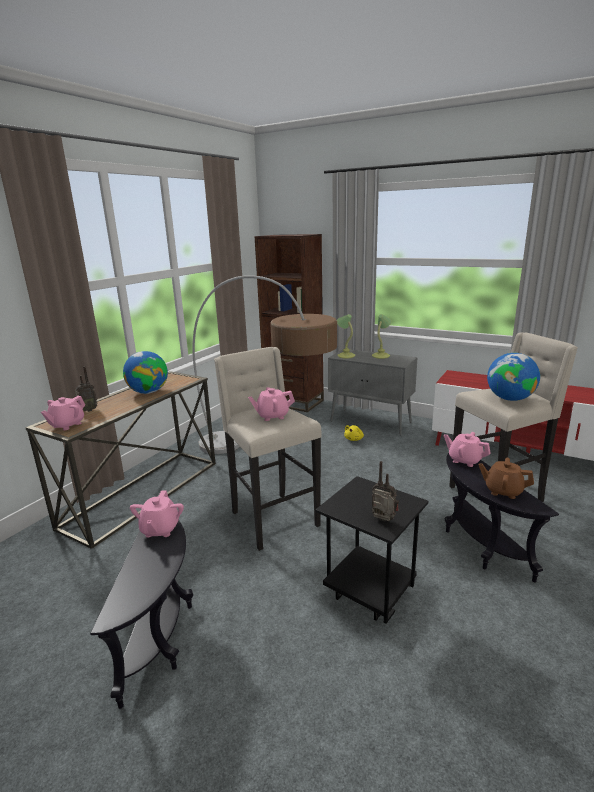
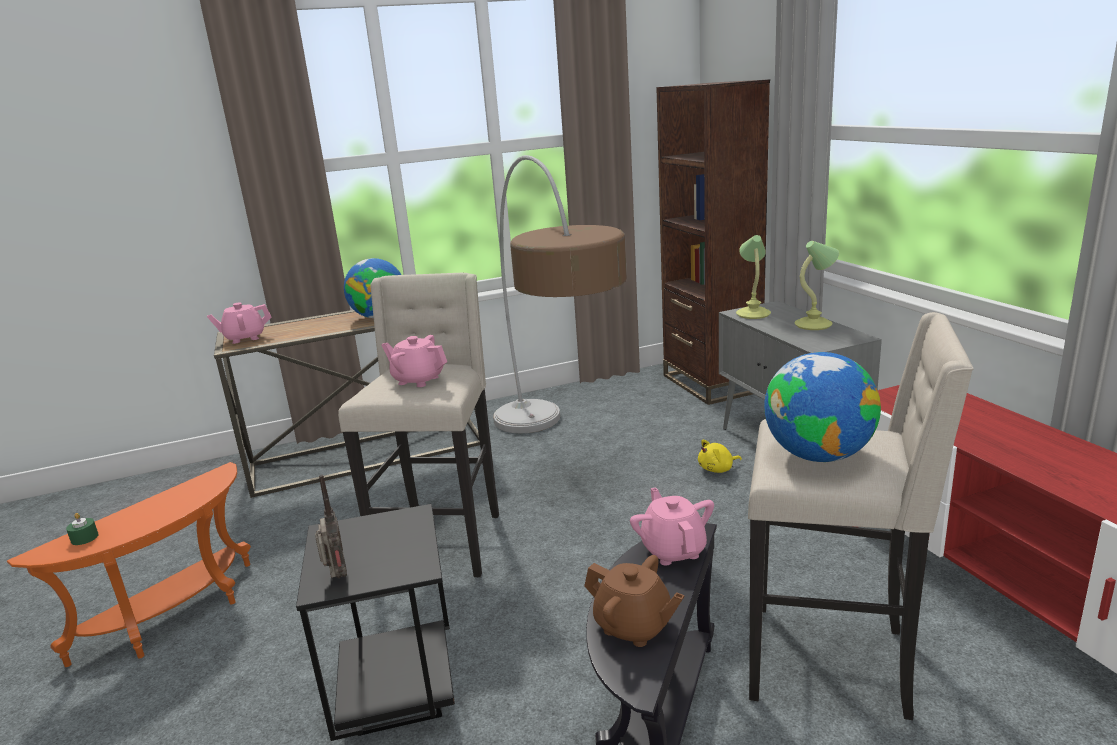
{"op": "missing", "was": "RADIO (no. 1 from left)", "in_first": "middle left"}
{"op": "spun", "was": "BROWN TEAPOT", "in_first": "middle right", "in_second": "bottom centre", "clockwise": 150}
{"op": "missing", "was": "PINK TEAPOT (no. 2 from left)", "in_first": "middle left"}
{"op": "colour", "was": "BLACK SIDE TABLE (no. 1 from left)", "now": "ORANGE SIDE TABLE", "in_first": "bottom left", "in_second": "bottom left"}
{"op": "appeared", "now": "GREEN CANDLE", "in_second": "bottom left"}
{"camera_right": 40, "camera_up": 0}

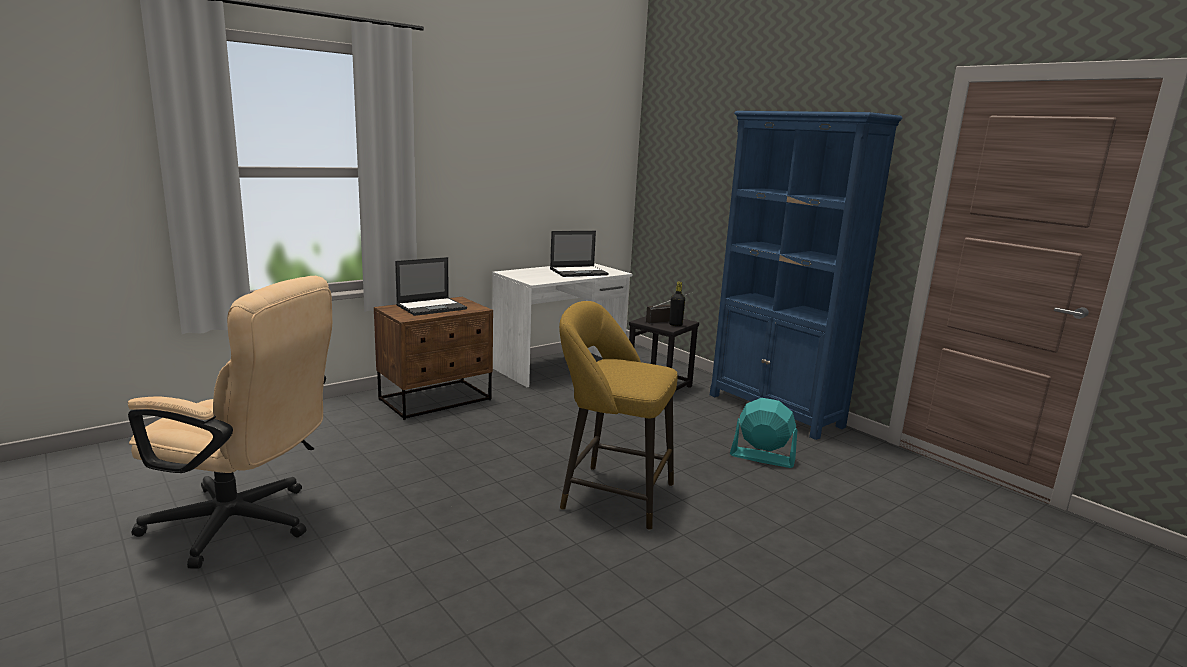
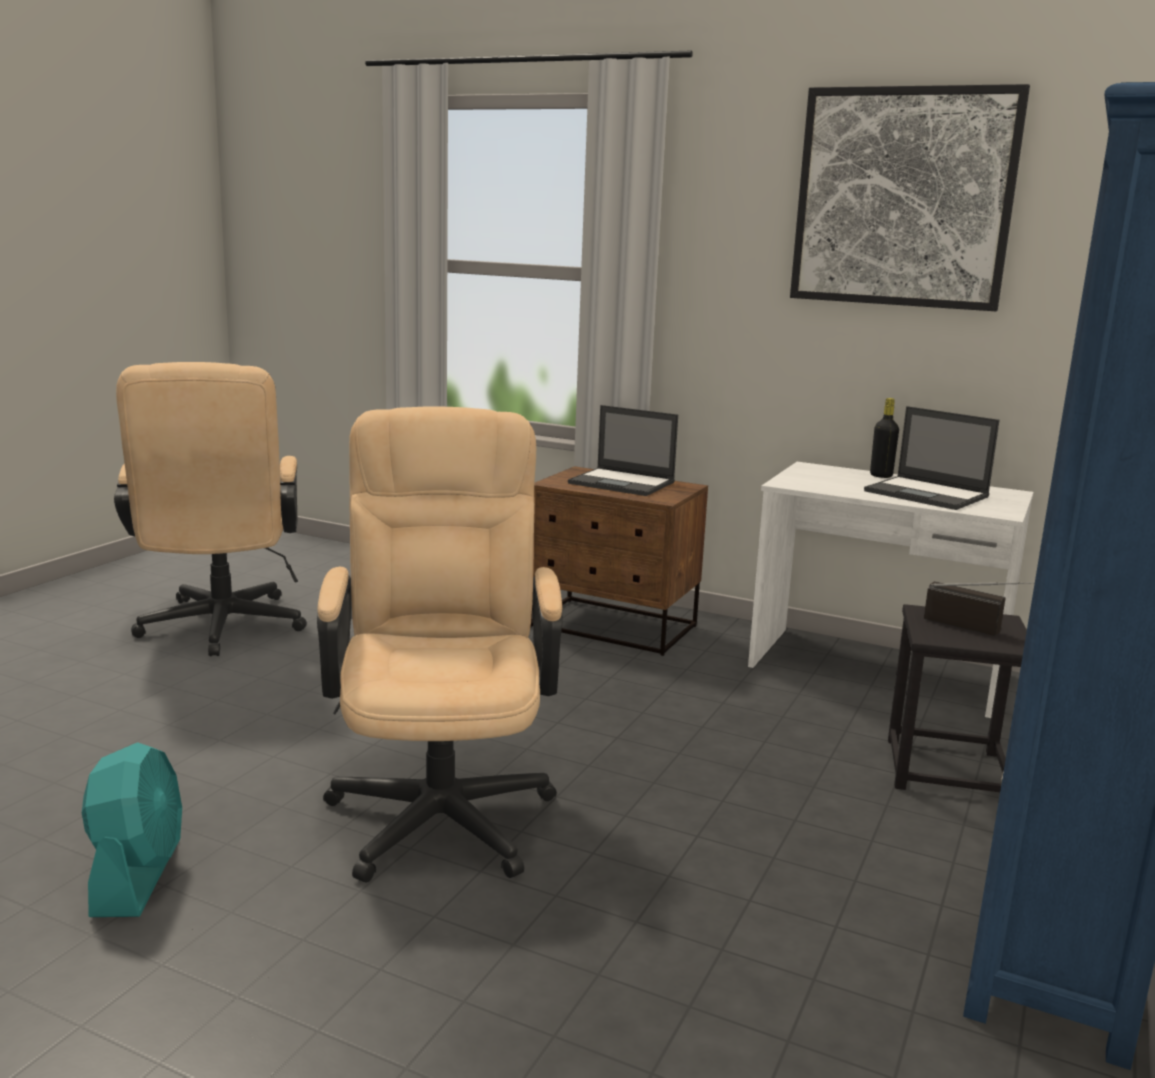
{"op": "relocated", "was": "BLACK BOTTLE", "in_first": "centre", "in_second": "middle right"}
{"op": "exchanged", "was": "YELLOW STOOL", "now": "BEIGE OFFICE CHAIR (no. 2 from left)", "in_first": "centre", "in_second": "centre"}
{"op": "relocated", "was": "TURQUOISE FAN", "in_first": "centre", "in_second": "bottom left"}
{"op": "appeared", "now": "PICTURE", "in_second": "top right"}
{"camera_right": 65, "camera_up": 0}

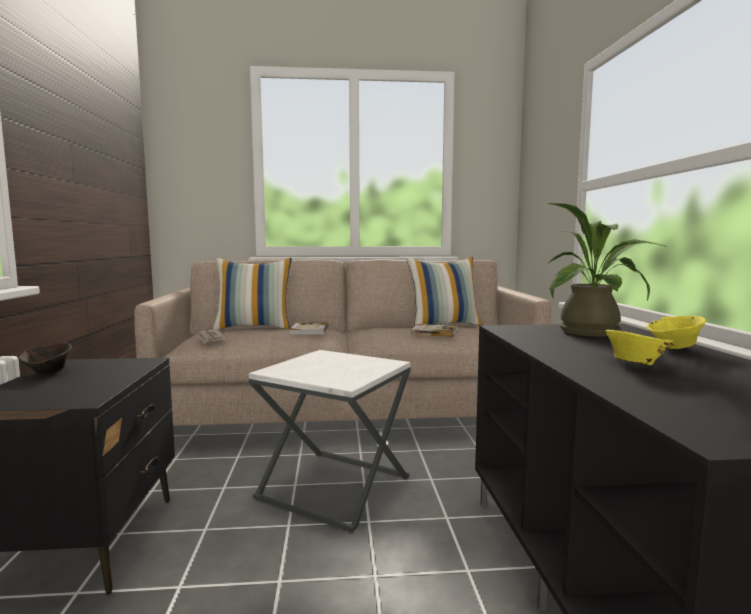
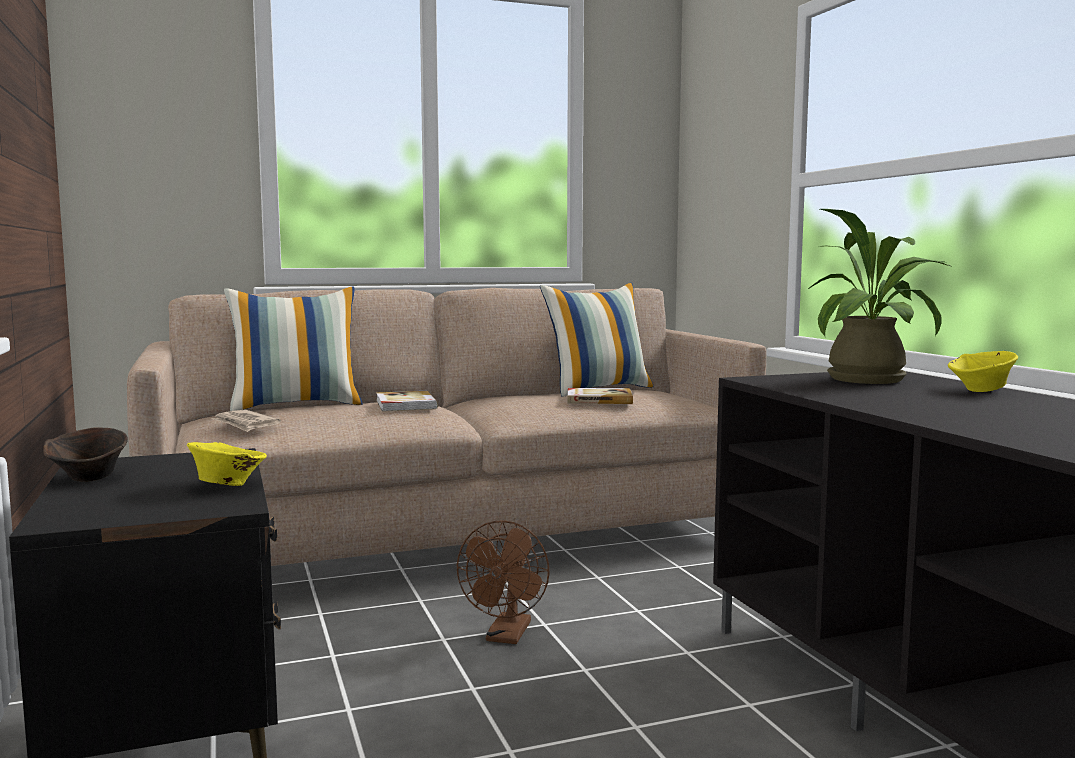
{"op": "relocated", "was": "YELLOW BOWL (no. 1 from left)", "in_first": "middle right", "in_second": "middle left"}
{"op": "exchanged", "was": "WHITE SIDE TABLE", "now": "BROWN FAN", "in_first": "bottom centre", "in_second": "bottom centre"}
{"camera_right": -15, "camera_up": 0}

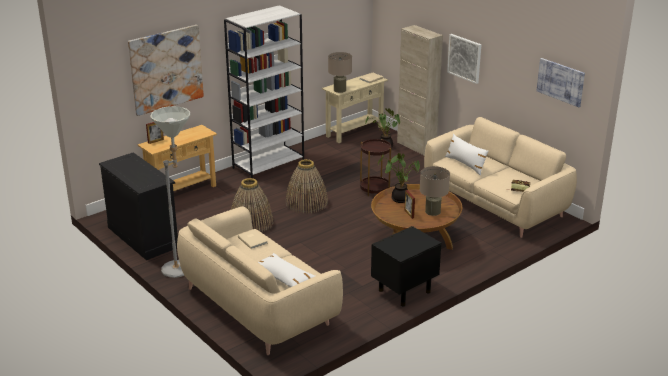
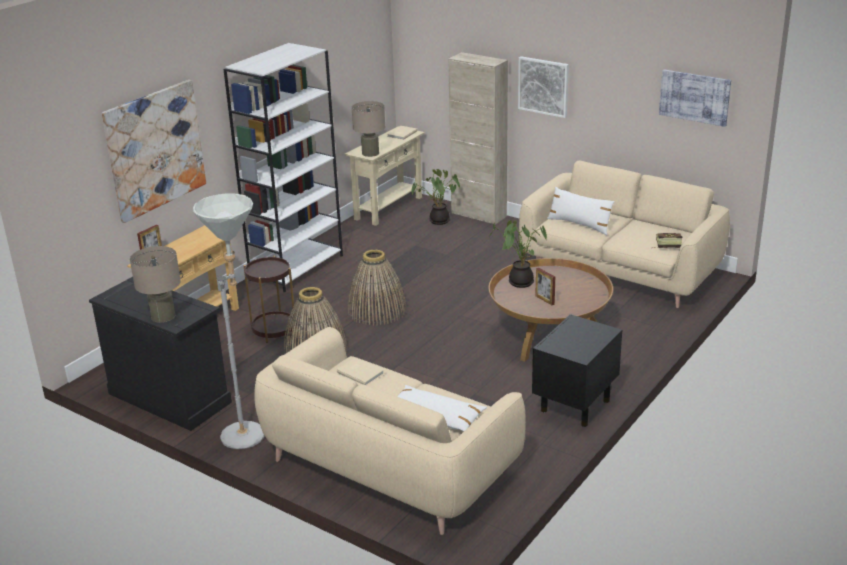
{"op": "relocated", "was": "BROWN SIDE TABLE", "in_first": "centre", "in_second": "middle left"}
{"op": "relocated", "was": "BEIGE TABLE LAMP (no. 2 from left in the first image)", "now": "BEIGE TABLE LAMP (no. 1 from left)", "in_first": "centre", "in_second": "middle left"}
{"camera_right": -15, "camera_up": 0}

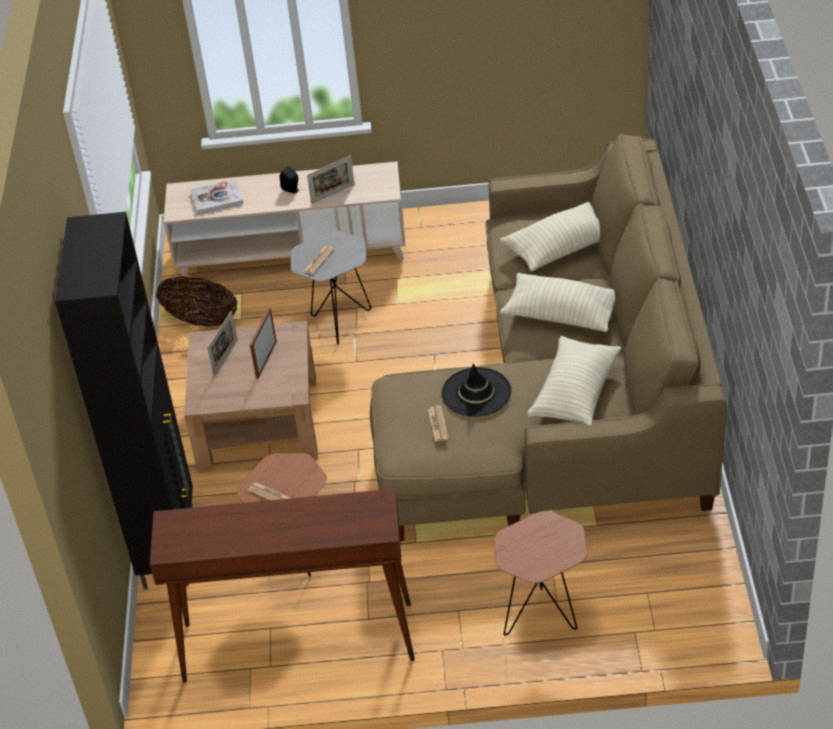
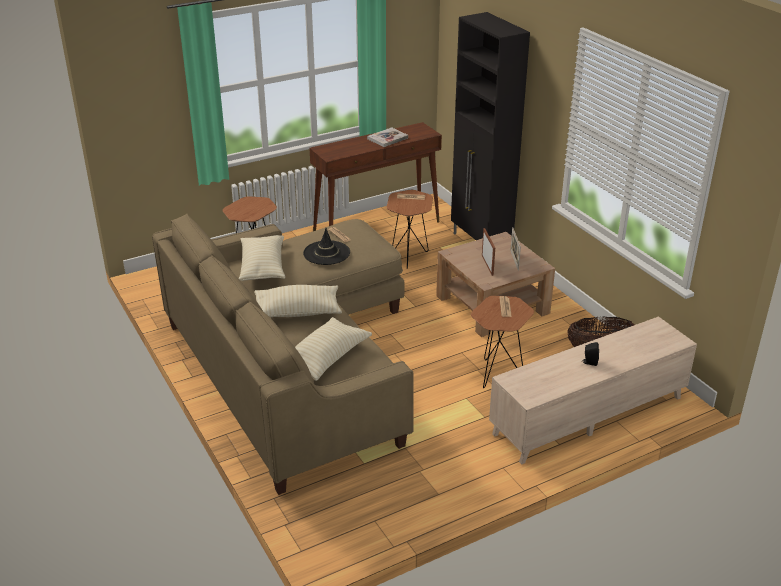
{"op": "missing", "was": "PICTURE FRAME (no. 3 from left)", "in_first": "top centre"}
{"op": "relocated", "was": "BOOK", "in_first": "top left", "in_second": "top centre"}
{"op": "colour", "was": "GREY SIDE TABLE", "now": "BROWN SIDE TABLE (no. 3 from left)", "in_first": "centre", "in_second": "centre"}
{"camera_right": 150, "camera_up": -10}

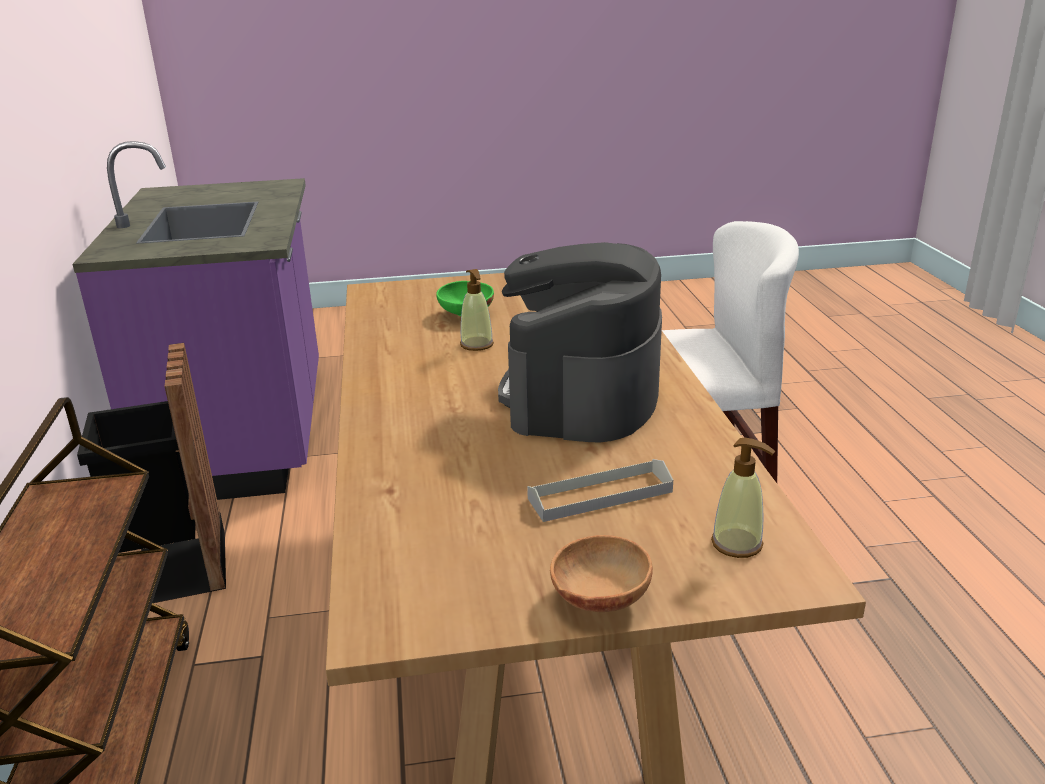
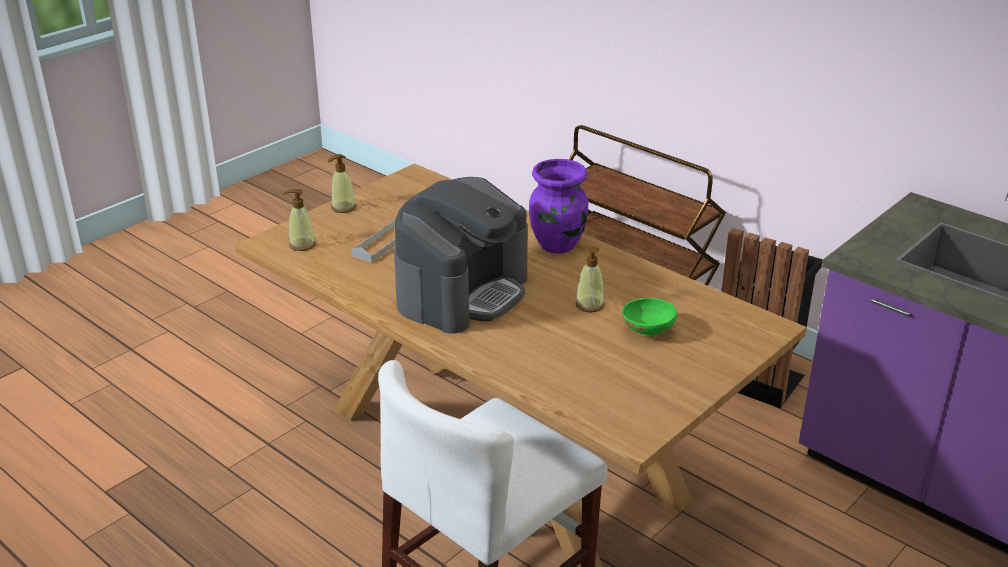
{"op": "spun", "was": "COFFEE MACHINE", "in_first": "centre", "in_second": "centre", "clockwise": 60}
{"op": "exchanged", "was": "BROWN BOWL", "now": "SOAP DISPENSER (no. 2 from left)", "in_first": "bottom centre", "in_second": "top centre"}
{"op": "appeared", "now": "PURPLE VASE", "in_second": "centre"}
{"camera_right": 140, "camera_up": 5}

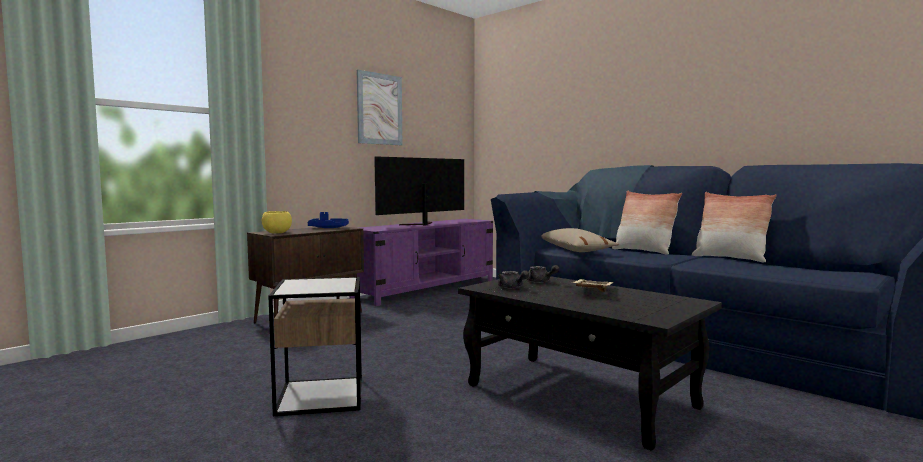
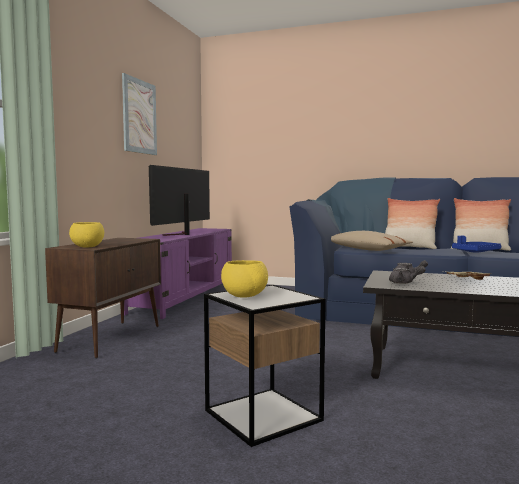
{"op": "relocated", "was": "BLUE TRAY", "in_first": "centre", "in_second": "middle right"}
{"op": "appeared", "now": "YELLOW BOWL (no. 2 from left)", "in_second": "centre"}
{"camera_right": -25, "camera_up": 0}

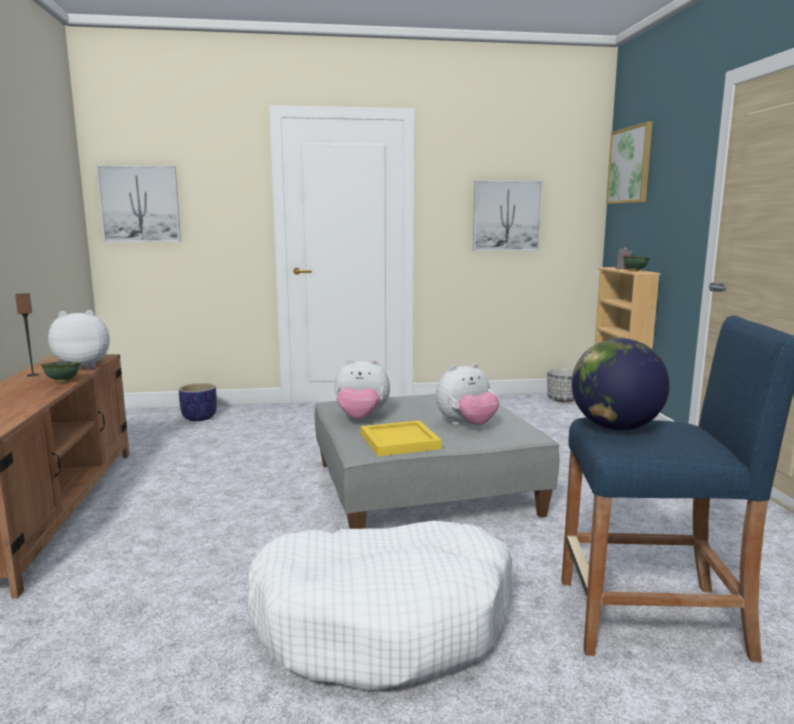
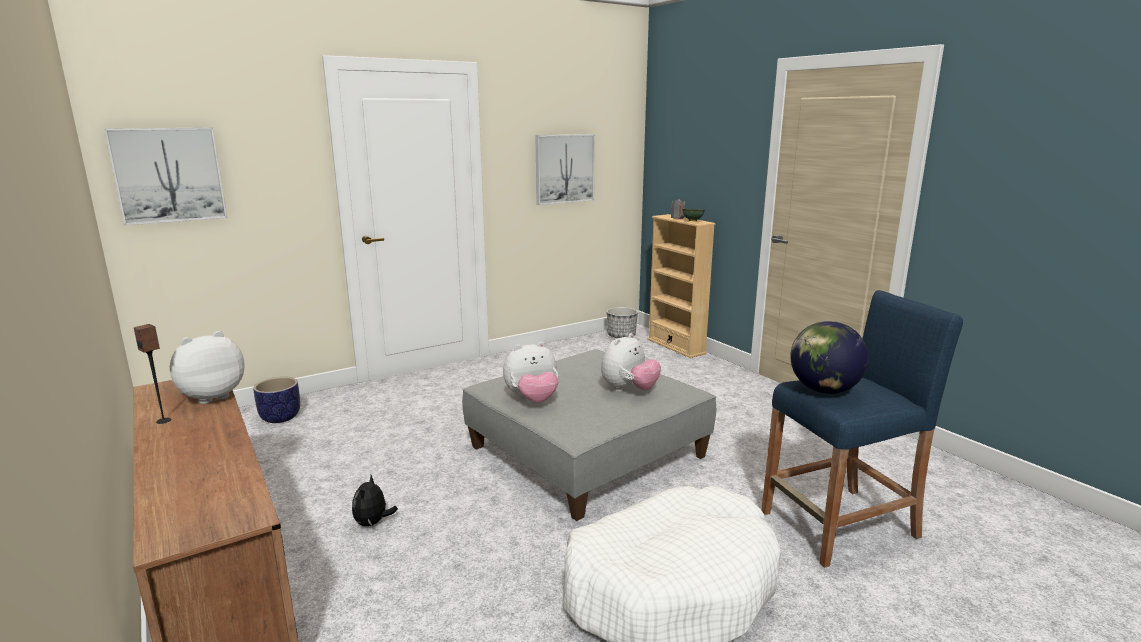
{"op": "missing", "was": "PICTURE (no. 3 from left)", "in_first": "top right"}
{"op": "missing", "was": "GREEN BOWL (no. 1 from left)", "in_first": "middle left"}
{"op": "missing", "was": "YELLOW TRAY", "in_first": "centre"}
{"op": "appeared", "now": "PLUSH TOY (no. 2 from left)", "in_second": "bottom left"}
{"camera_right": -25, "camera_up": 5}

